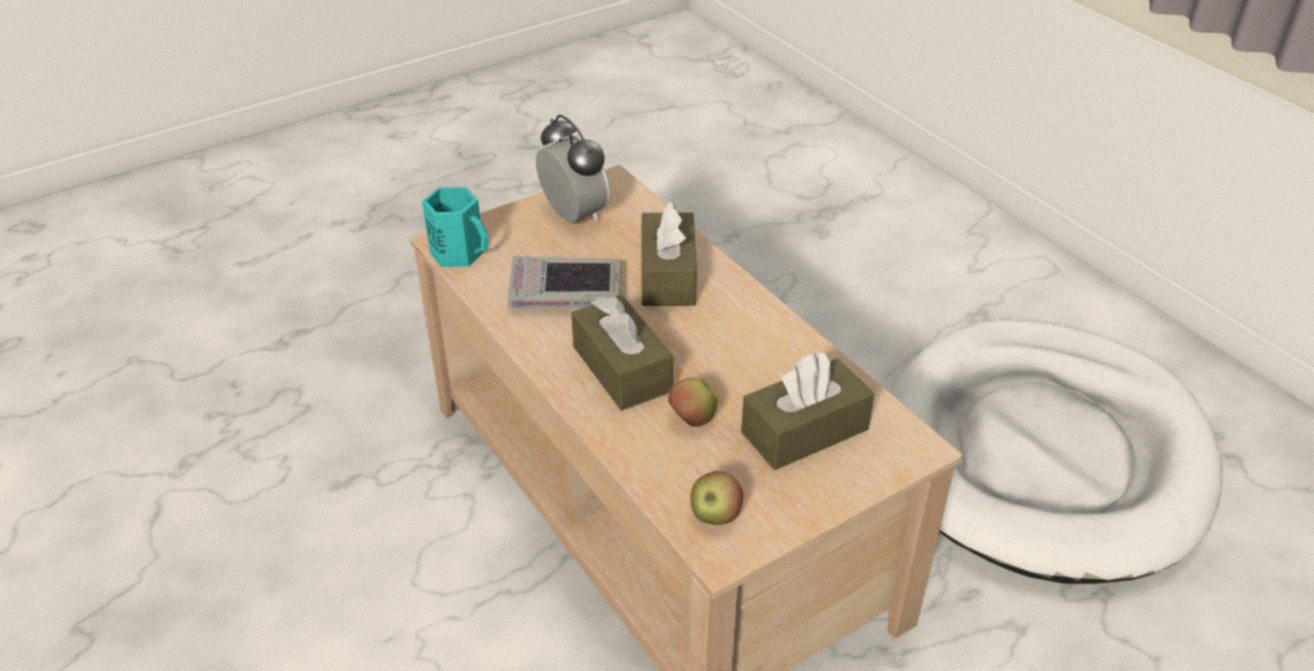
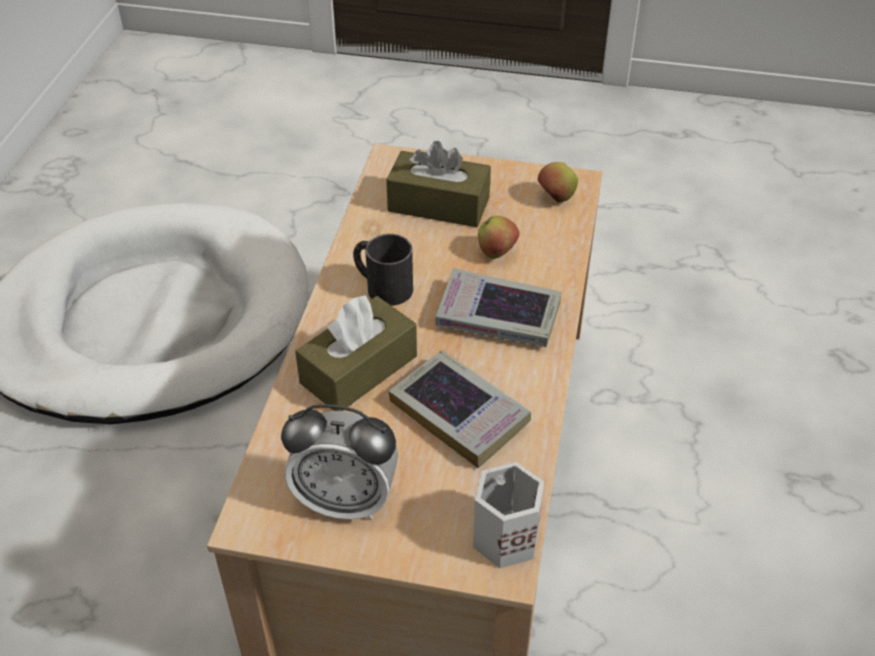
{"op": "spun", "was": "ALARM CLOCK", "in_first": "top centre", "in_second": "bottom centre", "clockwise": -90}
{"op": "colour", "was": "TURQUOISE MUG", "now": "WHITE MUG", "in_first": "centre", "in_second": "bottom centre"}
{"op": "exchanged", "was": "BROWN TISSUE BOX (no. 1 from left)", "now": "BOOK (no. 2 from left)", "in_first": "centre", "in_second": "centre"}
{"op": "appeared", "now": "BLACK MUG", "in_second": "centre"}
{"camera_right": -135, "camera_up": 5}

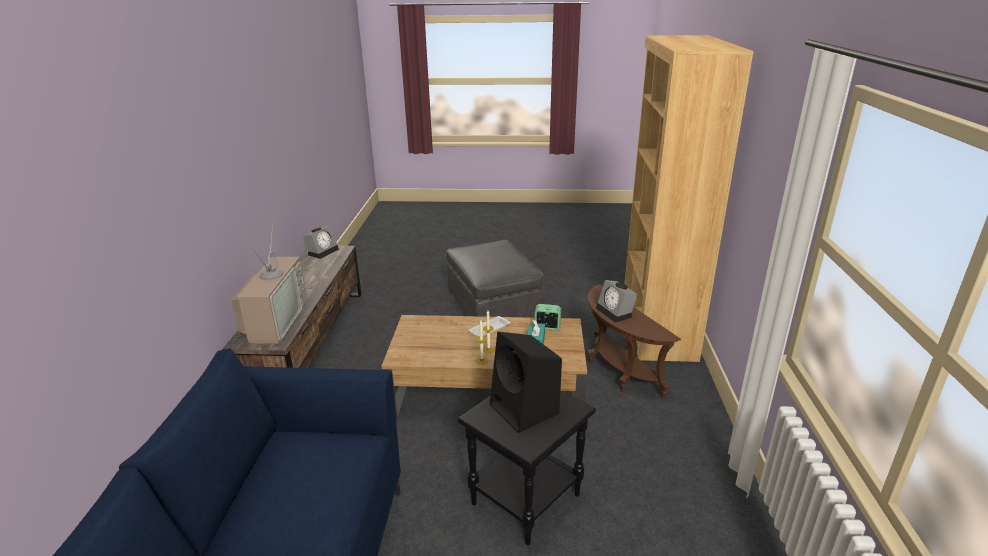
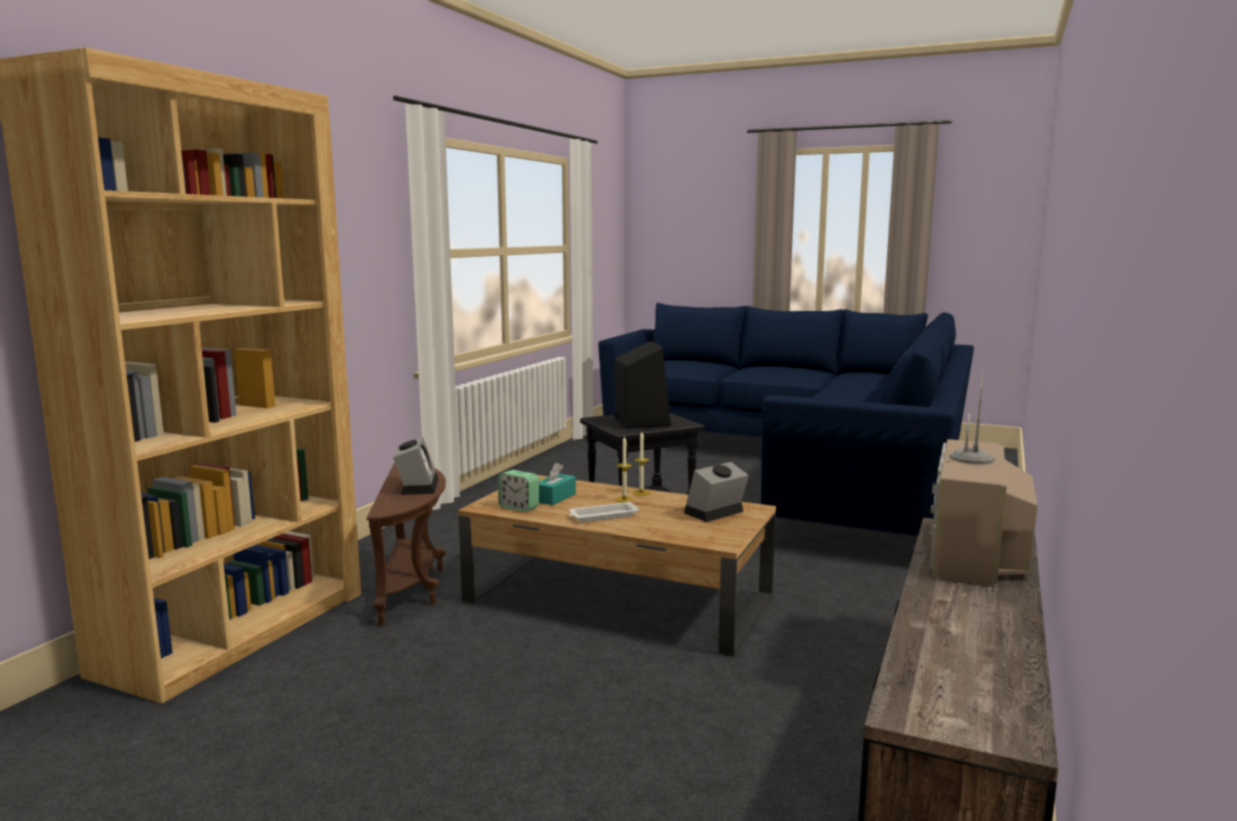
{"op": "relocated", "was": "ALARM CLOCK (no. 1 from left in the first image)", "now": "ALARM CLOCK (no. 3 from left)", "in_first": "middle left", "in_second": "centre"}
{"op": "missing", "was": "GREY OTTOMAN", "in_first": "centre"}
{"camera_right": -160, "camera_up": -15}

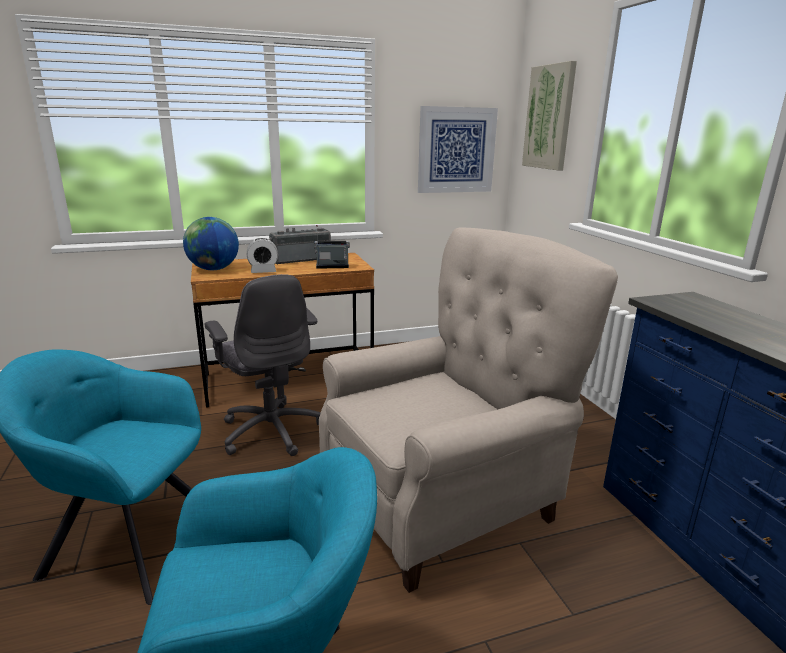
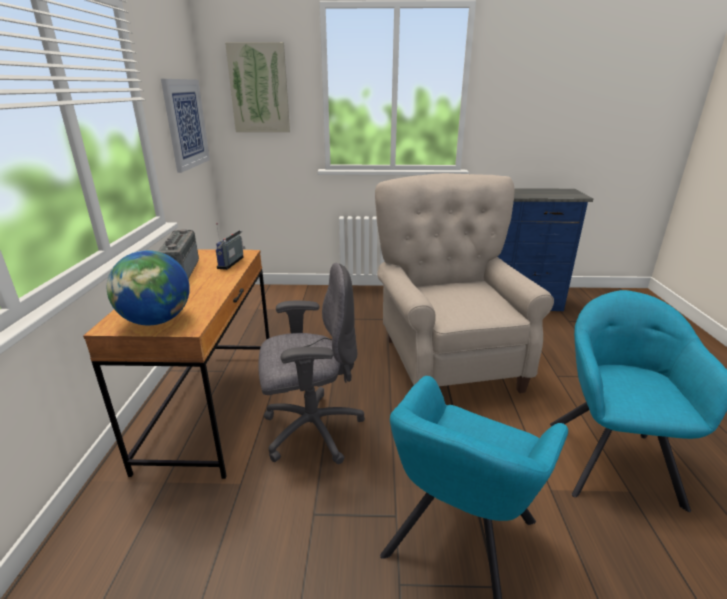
{"op": "missing", "was": "ALARM CLOCK", "in_first": "centre"}
{"camera_right": -70, "camera_up": 5}

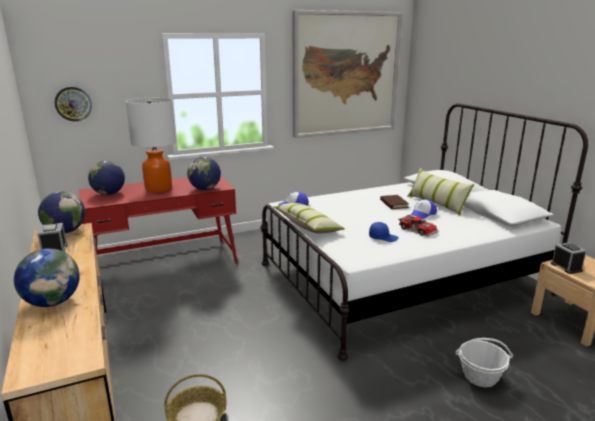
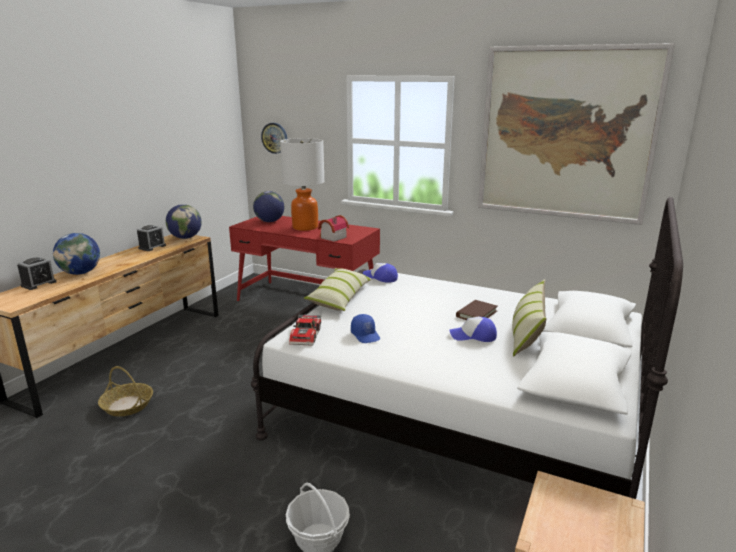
{"op": "exchanged", "was": "GLOBE (no. 4 from left)", "now": "TOY HOUSE", "in_first": "centre", "in_second": "centre"}
{"op": "relocated", "was": "TOY CAR", "in_first": "middle right", "in_second": "centre"}
{"op": "relocated", "was": "ALARM CLOCK (no. 2 from left in the first image)", "now": "ALARM CLOCK (no. 1 from left)", "in_first": "middle right", "in_second": "middle left"}
{"camera_right": 50, "camera_up": 0}

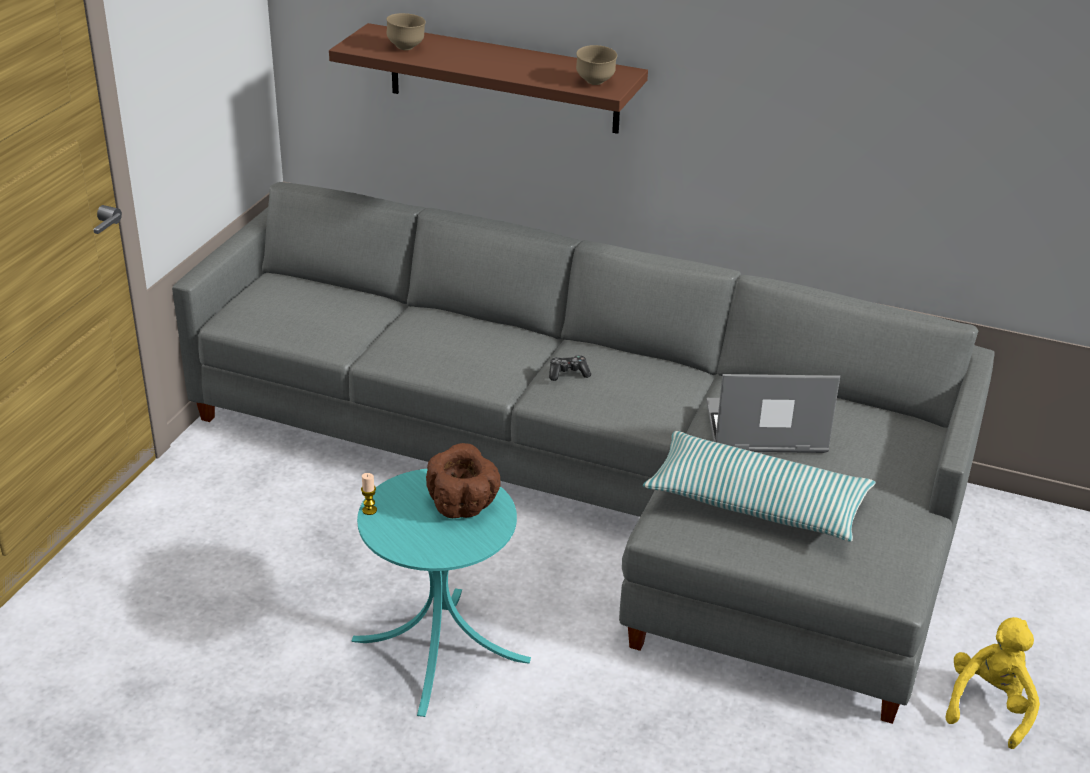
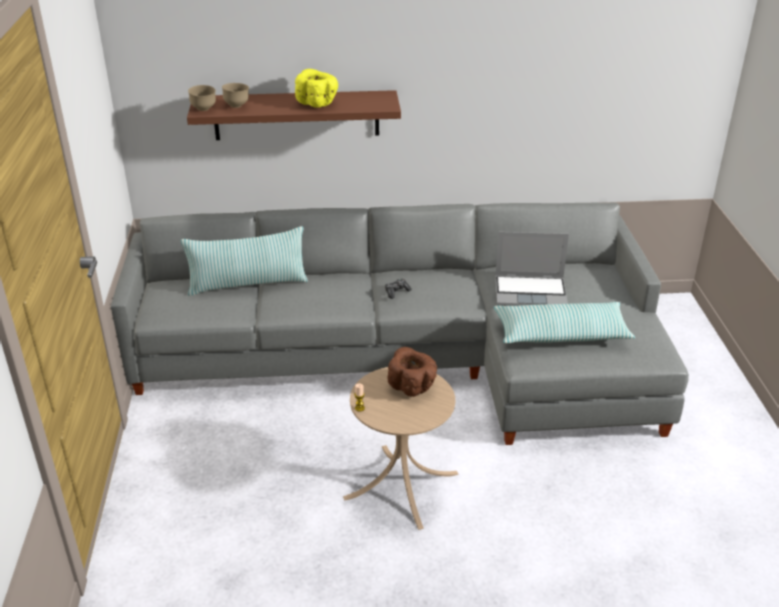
{"op": "relocated", "was": "BROWN BOWL (no. 3 from left in the first image)", "now": "BROWN BOWL (no. 1 from left)", "in_first": "top centre", "in_second": "top left"}
{"op": "spun", "was": "LAPTOP", "in_first": "middle right", "in_second": "middle right", "clockwise": -150}
{"op": "colour", "was": "TURQUOISE SIDE TABLE", "now": "BEIGE SIDE TABLE", "in_first": "bottom centre", "in_second": "bottom centre"}
{"op": "missing", "was": "YELLOW PLUSH TOY", "in_first": "bottom right"}
{"op": "appeared", "now": "YELLOW BOWL", "in_second": "top centre"}
{"op": "appeared", "now": "PILLOW (no. 1 from left)", "in_second": "middle left"}
{"camera_right": -25, "camera_up": 0}

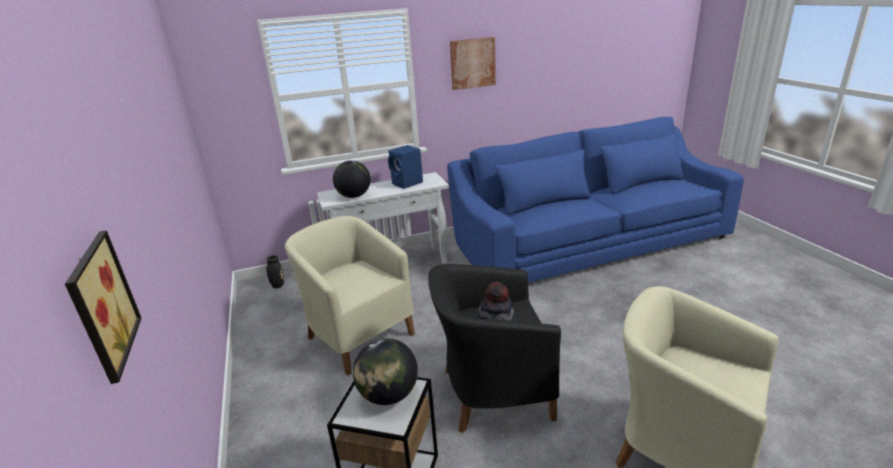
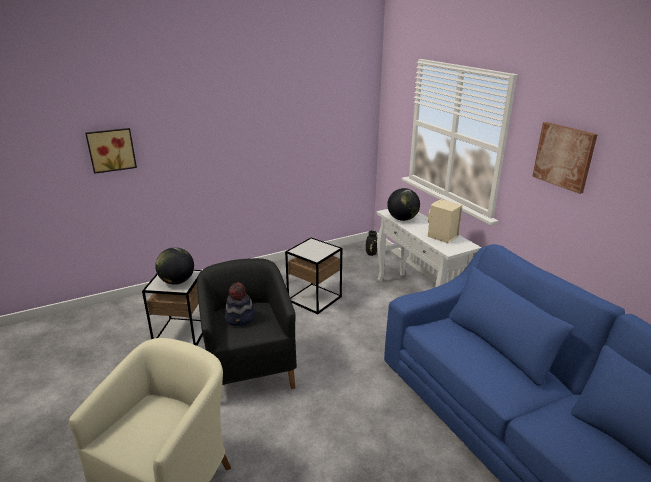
{"op": "colour", "was": "BLUE SPEAKER", "now": "BEIGE SPEAKER", "in_first": "centre", "in_second": "middle right"}
{"op": "exchanged", "was": "BEIGE ARMCHAIR (no. 1 from left)", "now": "SIDE TABLE (no. 2 from left)", "in_first": "centre", "in_second": "centre"}
{"camera_right": 80, "camera_up": 0}

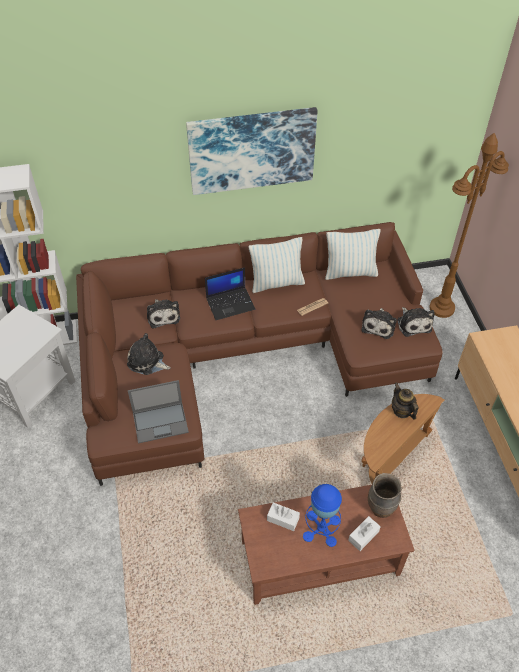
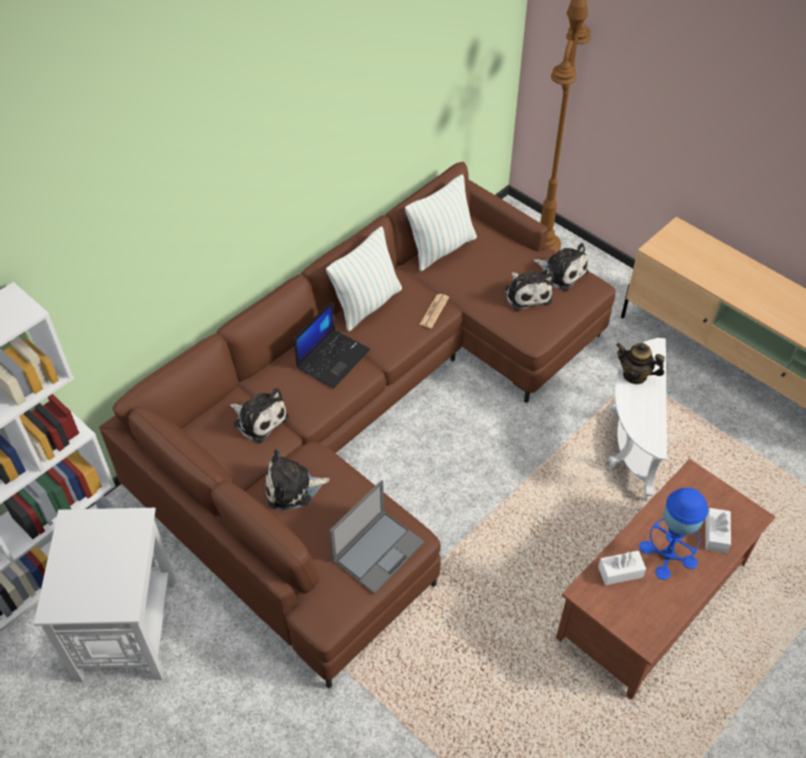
{"op": "missing", "was": "PICTURE", "in_first": "top centre"}
{"op": "colour", "was": "BROWN SIDE TABLE", "now": "WHITE SIDE TABLE (no. 2 from left)", "in_first": "middle right", "in_second": "middle right"}
{"op": "missing", "was": "BROWN VASE", "in_first": "bottom right"}
{"camera_right": -35, "camera_up": 0}

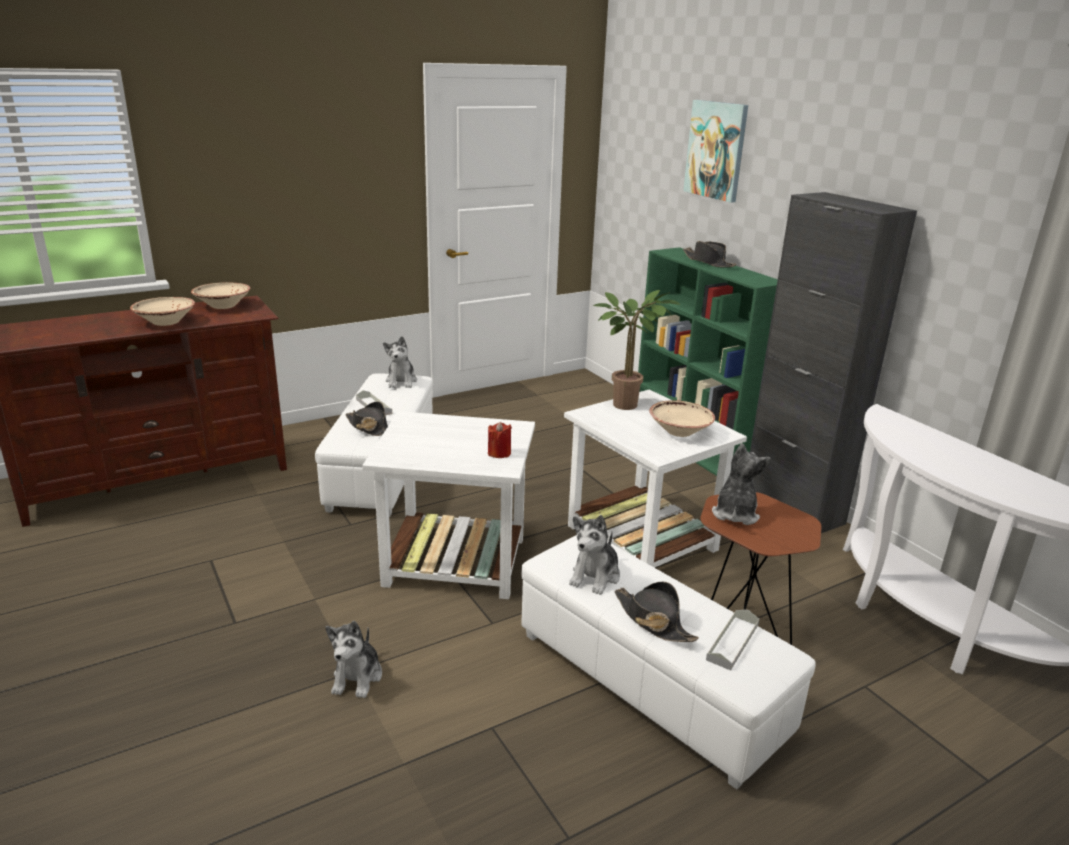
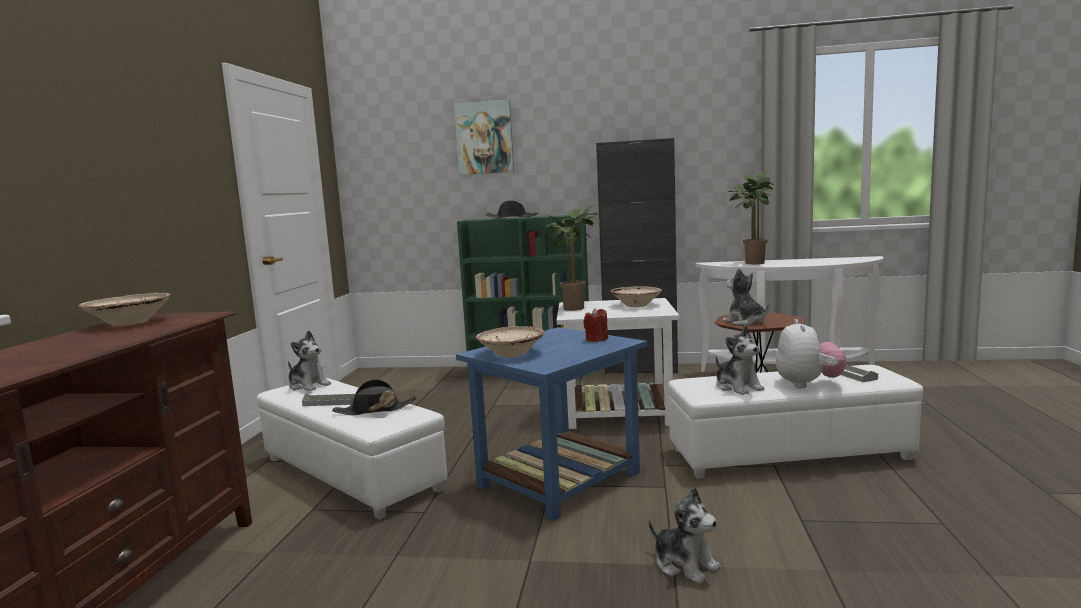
{"op": "relocated", "was": "BEIGE BOWL (no. 1 from left in the first image)", "now": "BEIGE BOWL (no. 2 from left)", "in_first": "middle left", "in_second": "centre"}
{"op": "colour", "was": "WHITE SIDE TABLE (no. 1 from left)", "now": "BLUE SIDE TABLE", "in_first": "centre", "in_second": "bottom centre"}
{"op": "exchanged", "was": "BLACK HAT (no. 2 from left)", "now": "PLUSH TOY (no. 5 from left)", "in_first": "bottom centre", "in_second": "middle right"}
{"op": "appeared", "now": "POTTED PLANT (no. 2 from left)", "in_second": "middle right"}
{"camera_right": -50, "camera_up": -15}

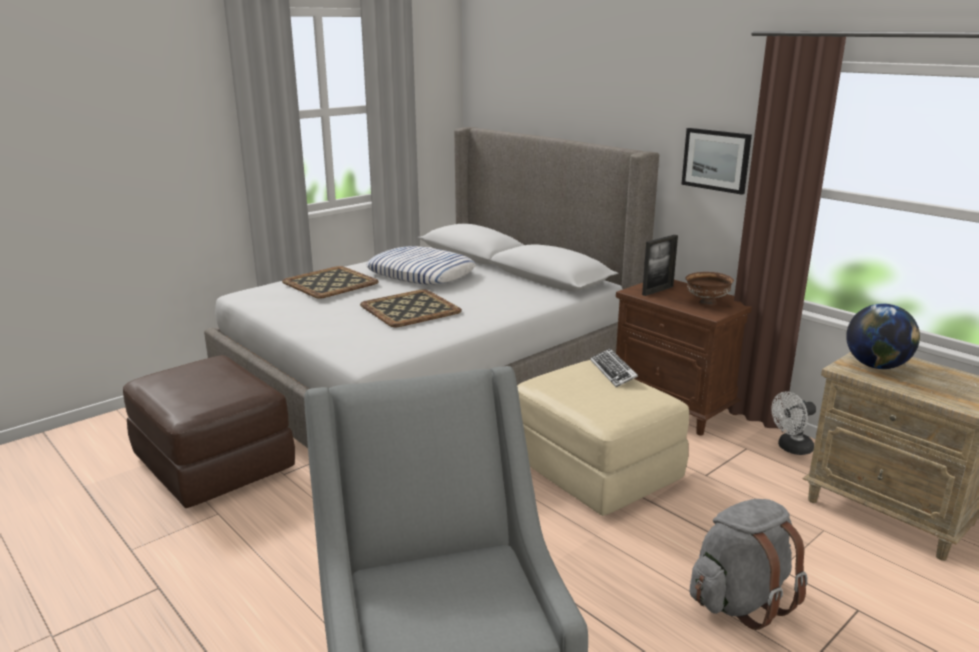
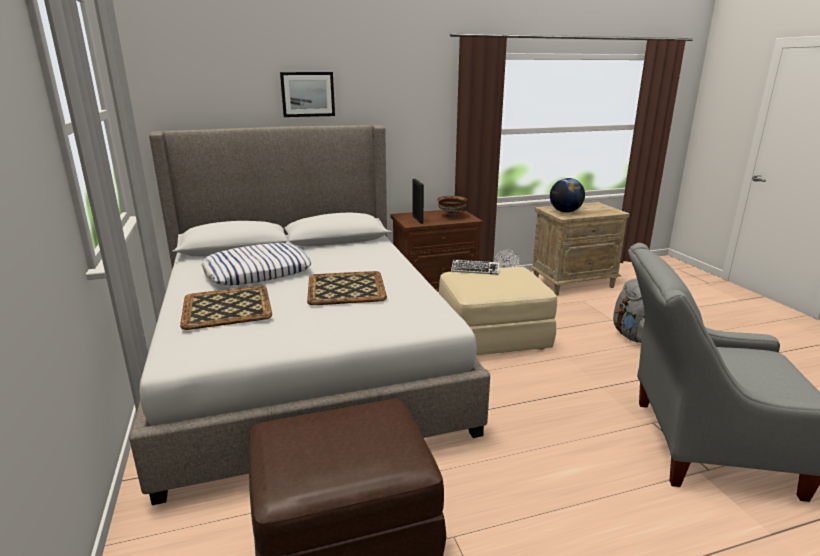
{"op": "relocated", "was": "PICTURE", "in_first": "top right", "in_second": "top centre"}
{"camera_right": -65, "camera_up": 0}

